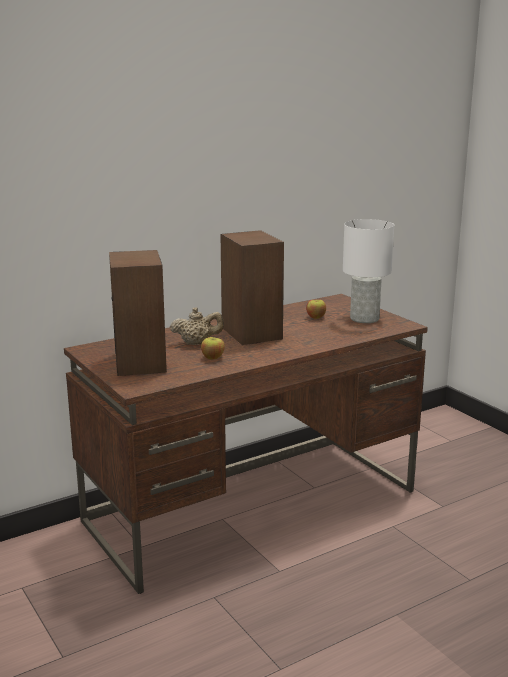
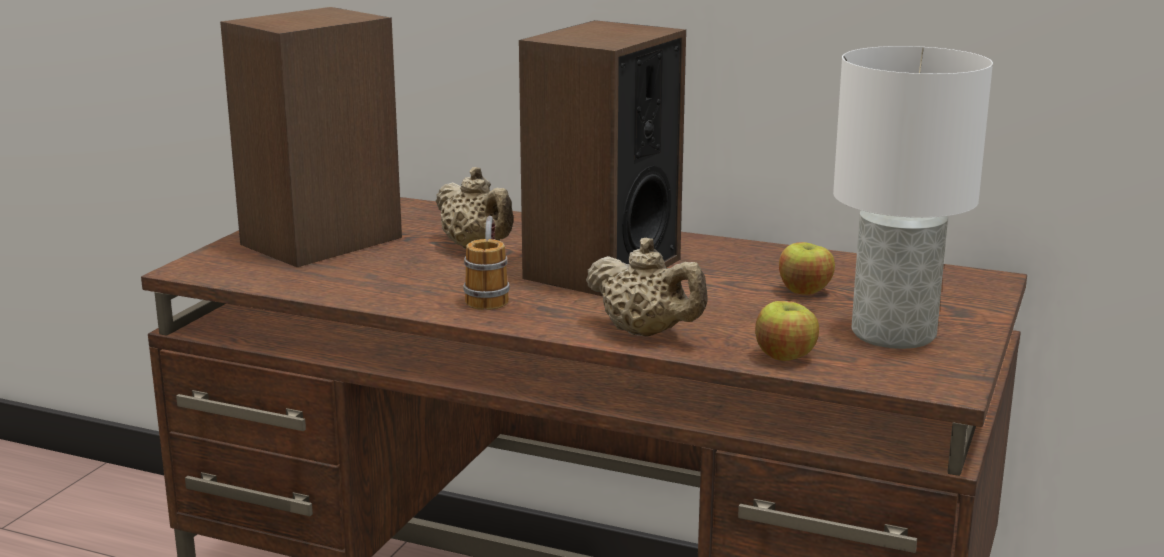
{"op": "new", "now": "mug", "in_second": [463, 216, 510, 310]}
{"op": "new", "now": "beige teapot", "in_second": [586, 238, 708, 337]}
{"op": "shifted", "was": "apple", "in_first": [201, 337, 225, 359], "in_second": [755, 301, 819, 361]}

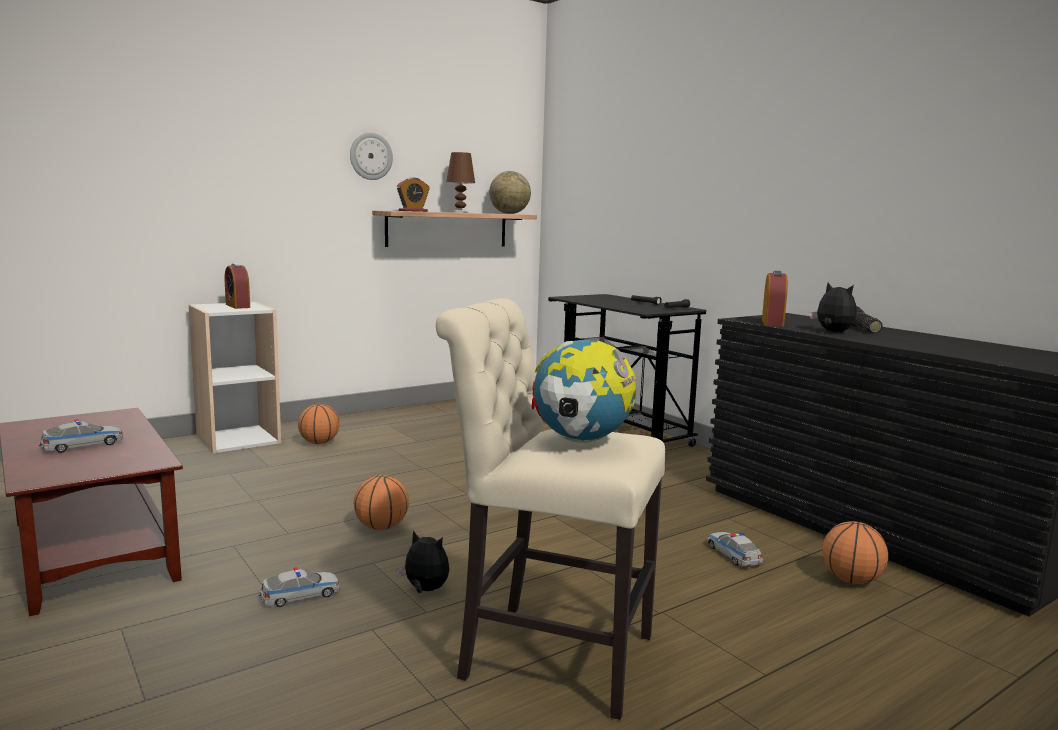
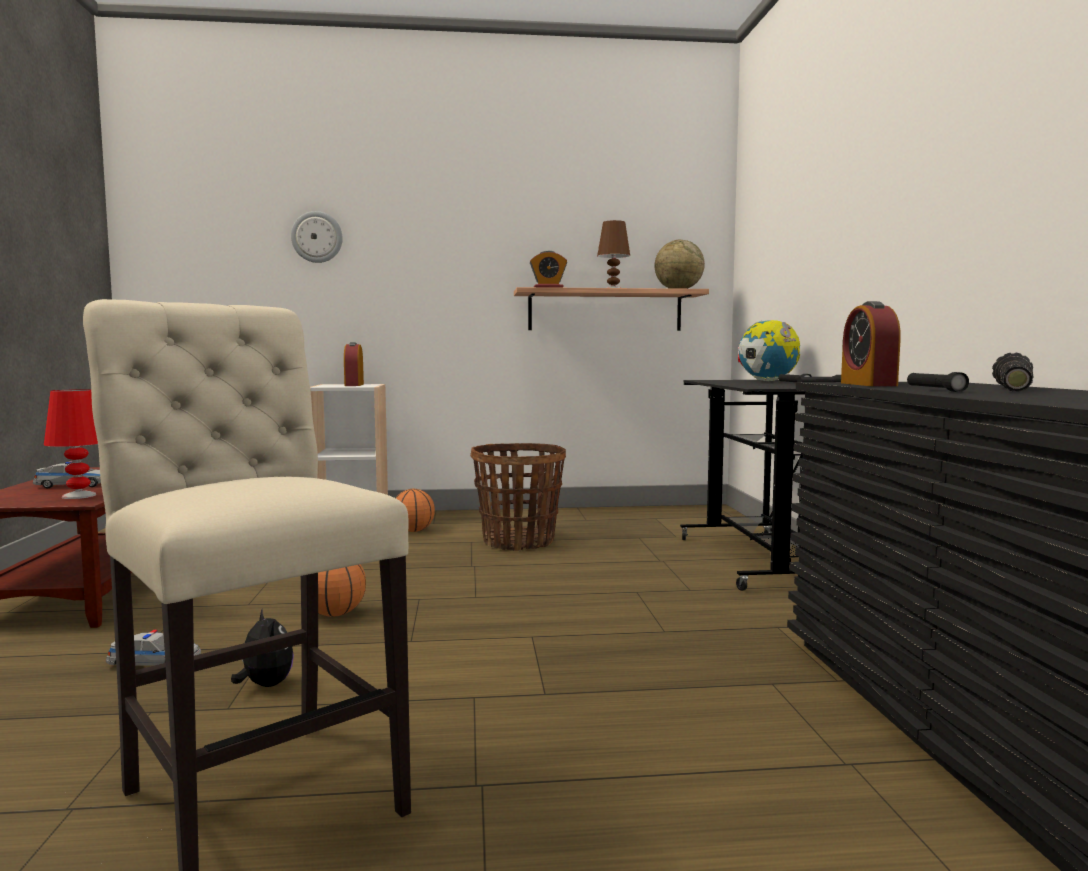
{"op": "new", "now": "red table lamp", "in_second": [44, 389, 98, 499]}
{"op": "shifted", "was": "wall clock", "in_first": [350, 132, 393, 180], "in_second": [291, 211, 343, 263]}
{"op": "new", "now": "basket", "in_second": [470, 443, 566, 551]}
{"op": "shifted", "was": "globe", "in_first": [532, 340, 636, 443], "in_second": [738, 320, 800, 381]}
{"op": "rotated", "was": "alarm clock", "in_first": [762, 271, 788, 326], "in_second": [841, 301, 901, 386], "clockwise": 135}
{"op": "swapped", "was": "plush toy", "now": "black flashlight", "in_first": [810, 283, 857, 332], "in_second": [907, 372, 969, 392]}
{"op": "gone", "was": "toy car", "in_first": [707, 532, 764, 567]}
{"op": "gone", "was": "basketball", "in_first": [822, 521, 888, 584]}

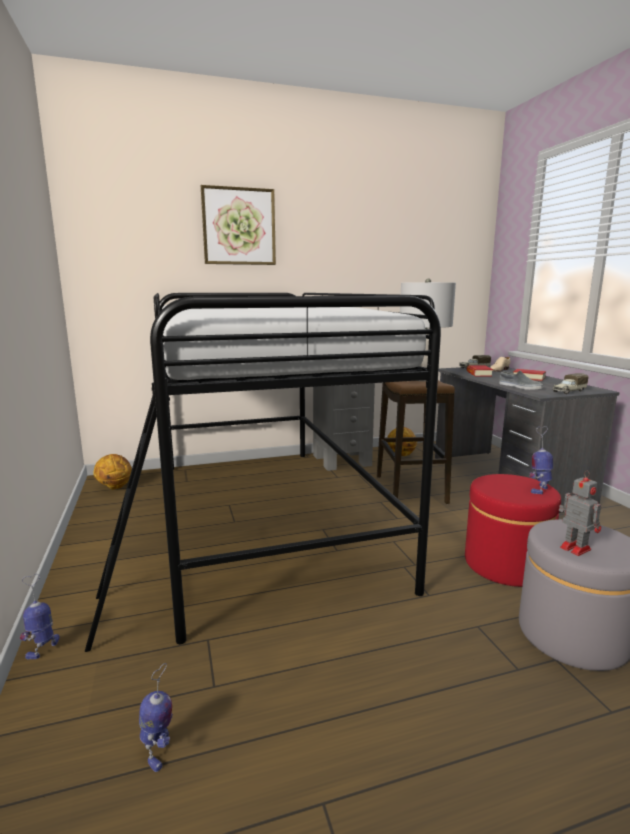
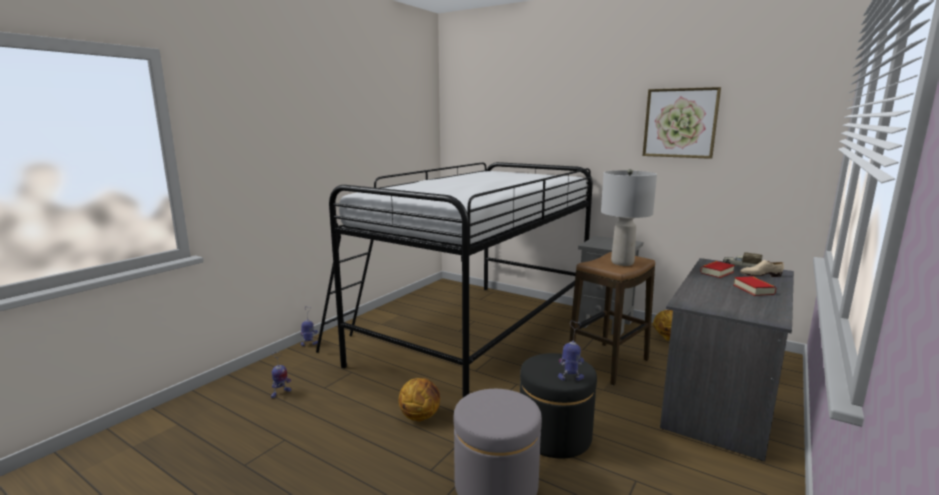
{"op": "shifted", "was": "basketball", "in_first": [93, 454, 132, 490], "in_second": [398, 378, 440, 421]}
{"op": "repainted", "was": "red ottoman", "now": "black ottoman", "in_first": [465, 474, 561, 587], "in_second": [520, 353, 597, 459]}
{"op": "shifted", "was": "picture", "in_first": [201, 185, 276, 265], "in_second": [643, 87, 721, 159]}
{"op": "gone", "was": "grey shoe", "in_first": [499, 371, 543, 390]}
{"op": "gone", "was": "toy truck", "in_first": [552, 373, 589, 394]}
{"op": "gone", "was": "toy robot", "in_first": [559, 470, 601, 556]}

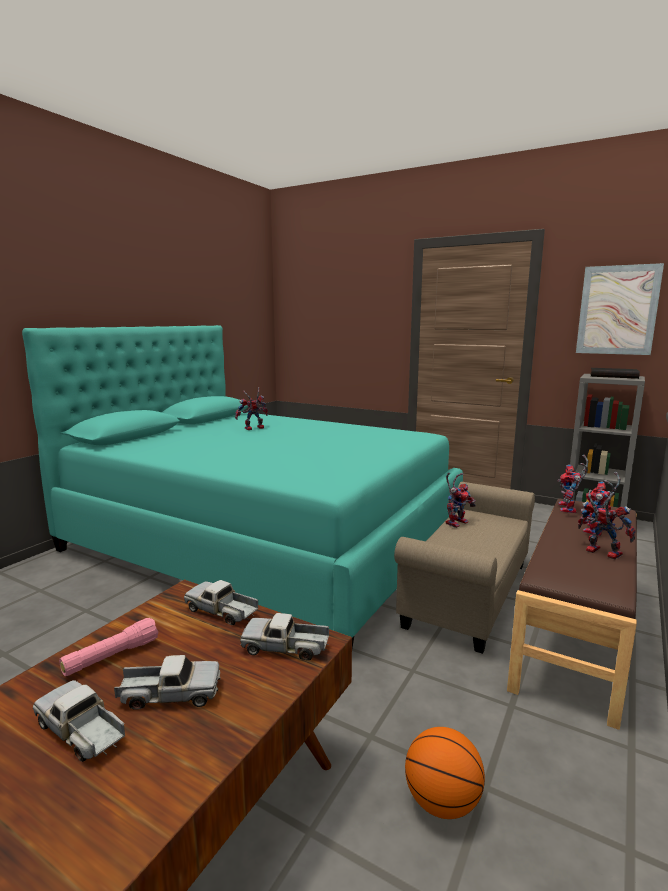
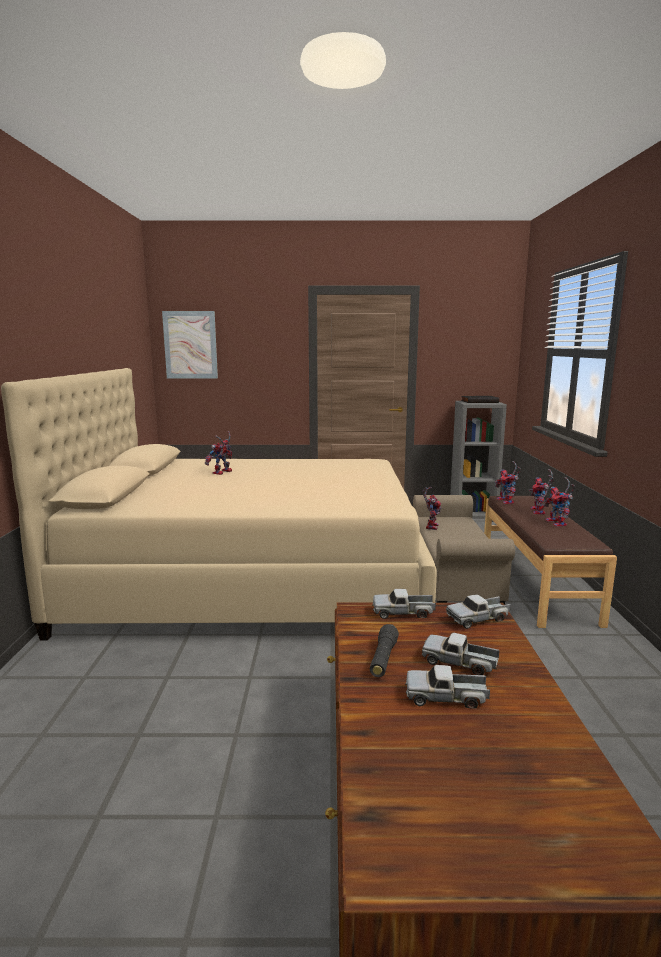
{"op": "repainted", "was": "turquoise bed", "now": "beige bed", "in_first": [22, 325, 463, 648], "in_second": [1, 368, 437, 640]}
{"op": "shifted", "was": "picture", "in_first": [576, 263, 664, 355], "in_second": [162, 311, 218, 378]}
{"op": "repainted", "was": "pink flashlight", "now": "black flashlight", "in_first": [59, 618, 158, 676], "in_second": [370, 624, 399, 677]}
{"op": "rotated", "was": "toy truck", "in_first": [114, 655, 220, 710], "in_second": [422, 633, 499, 675], "clockwise": -120}
{"op": "rotated", "was": "toy robot", "in_first": [578, 490, 635, 560], "in_second": [543, 477, 575, 527], "clockwise": -120}
{"op": "gone", "was": "basketball", "in_first": [405, 727, 485, 819]}

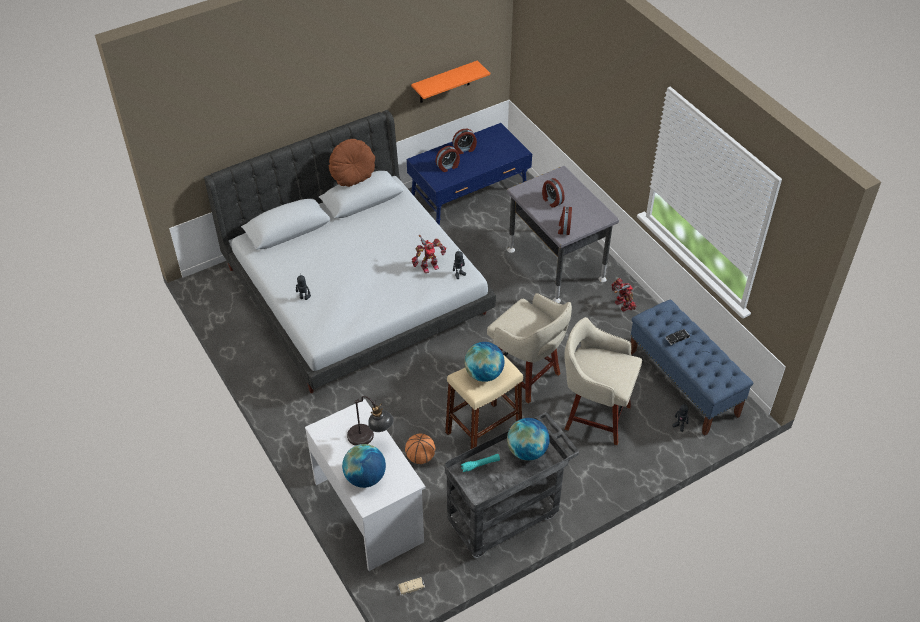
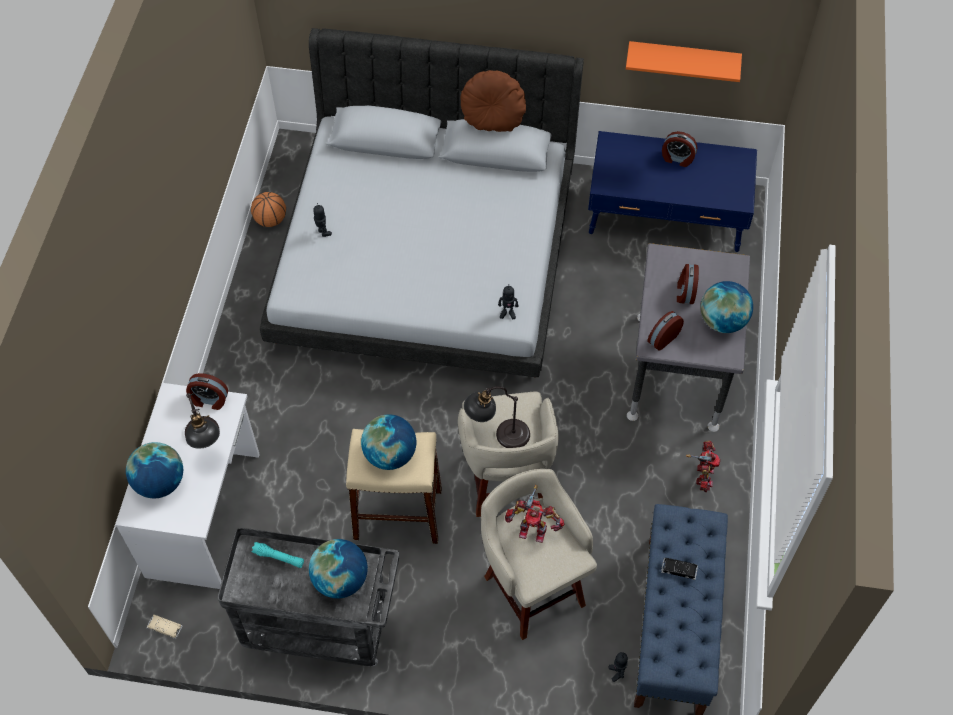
{"op": "shifted", "was": "alarm clock", "in_first": [436, 146, 460, 172], "in_second": [186, 373, 228, 410]}
{"op": "shifted", "was": "basketball", "in_first": [405, 433, 436, 464], "in_second": [251, 192, 286, 227]}
{"op": "new", "now": "grey table lamp", "in_second": [464, 386, 530, 448]}
{"op": "shifted", "was": "toy robot", "in_first": [412, 235, 446, 273], "in_second": [505, 485, 564, 543]}
{"op": "new", "now": "globe", "in_second": [700, 281, 753, 333]}

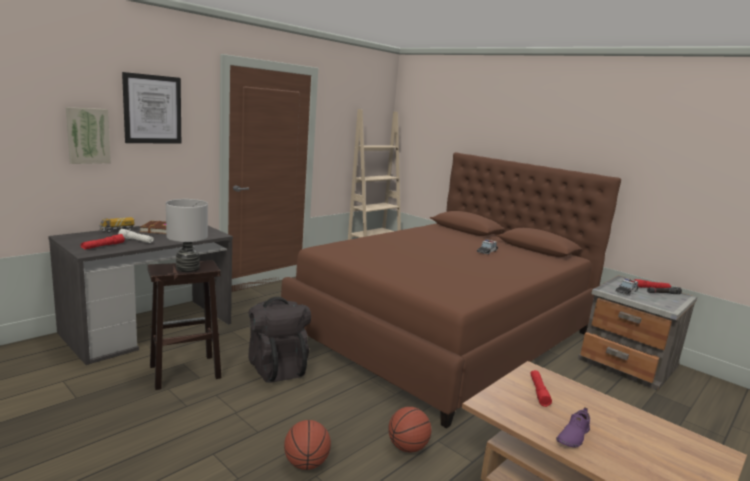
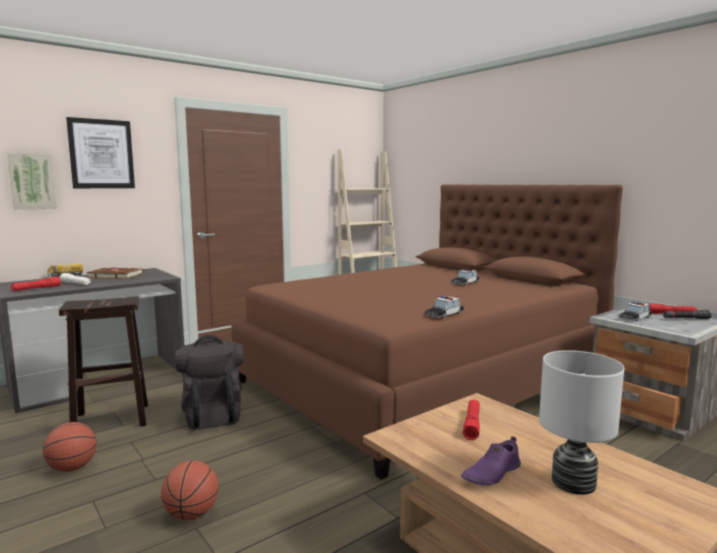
{"op": "shifted", "was": "basketball", "in_first": [388, 407, 432, 453], "in_second": [43, 422, 97, 472]}
{"op": "new", "now": "toy car", "in_second": [425, 296, 464, 318]}
{"op": "shifted", "was": "grey table lamp", "in_first": [166, 199, 208, 272], "in_second": [539, 350, 624, 495]}

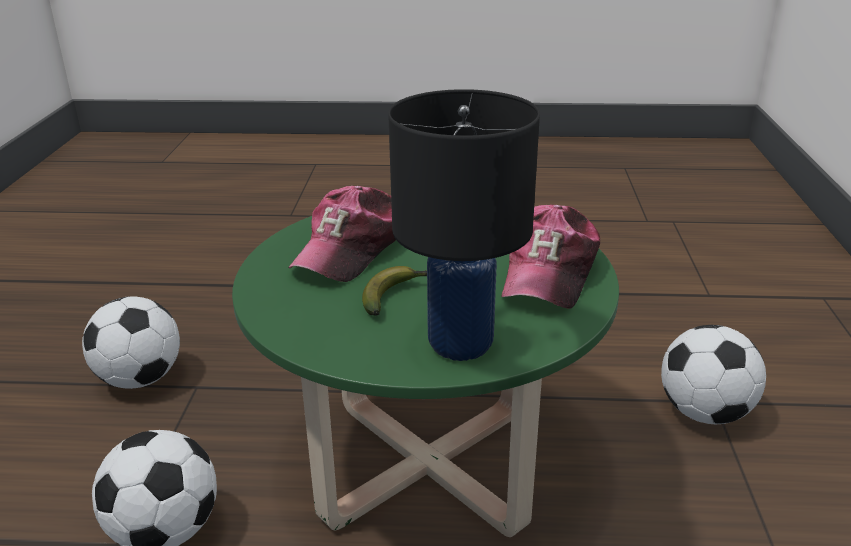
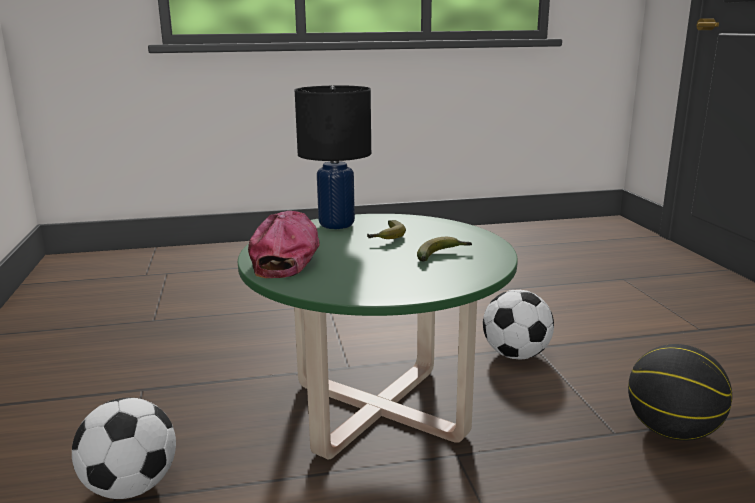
{"op": "swapped", "was": "cap", "now": "banana", "in_first": [288, 186, 396, 282], "in_second": [417, 237, 472, 261]}
{"op": "swapped", "was": "football", "now": "basketball", "in_first": [82, 296, 180, 389], "in_second": [628, 344, 732, 441]}

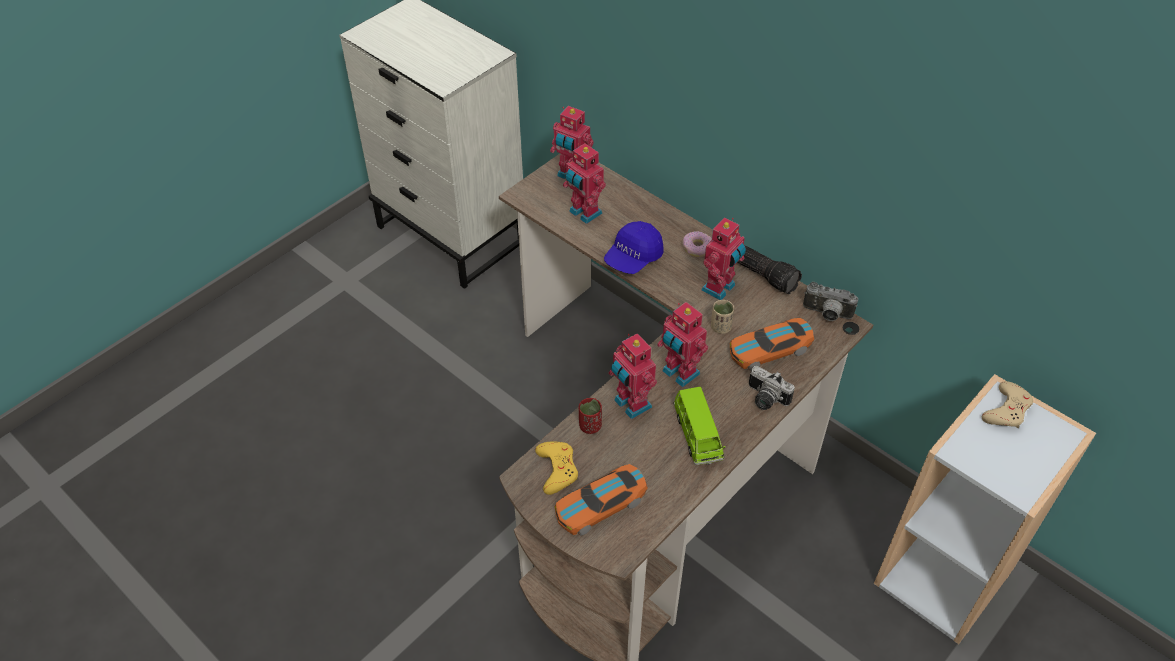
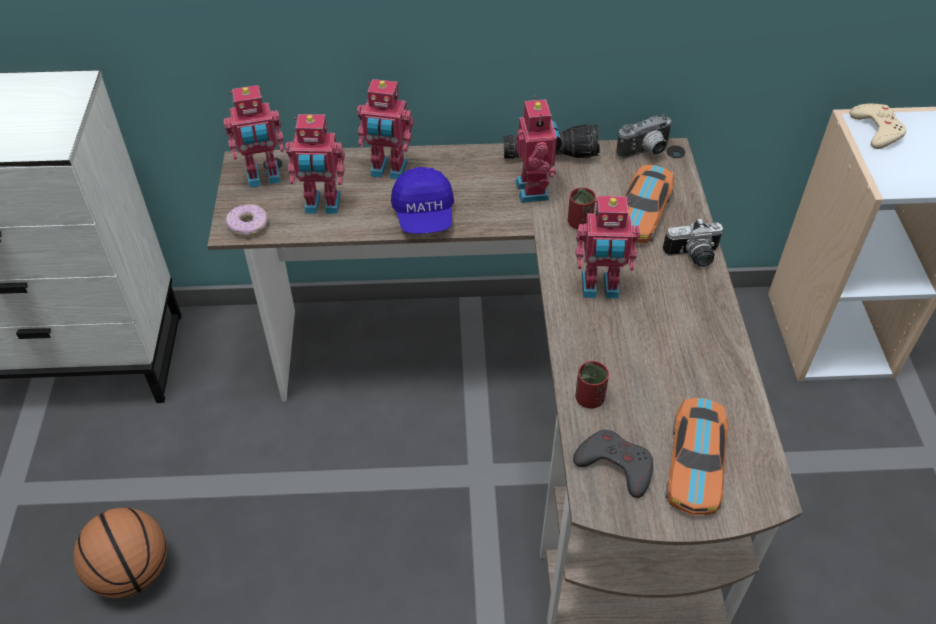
{"op": "new", "now": "basketball", "in_second": [73, 507, 167, 598]}
{"op": "shifted", "was": "donut", "in_first": [683, 231, 712, 257], "in_second": [226, 204, 268, 236]}
{"op": "shifted", "was": "toy robot", "in_first": [609, 333, 657, 419], "in_second": [357, 79, 413, 180]}
{"op": "repainted", "was": "beige cup", "now": "red cup", "in_first": [711, 300, 734, 334], "in_second": [568, 187, 596, 229]}
{"op": "repainted", "was": "yellow game controller", "now": "grey game controller", "in_first": [535, 442, 578, 495], "in_second": [573, 430, 653, 498]}
{"op": "gone", "was": "green toy car", "in_first": [674, 387, 726, 465]}

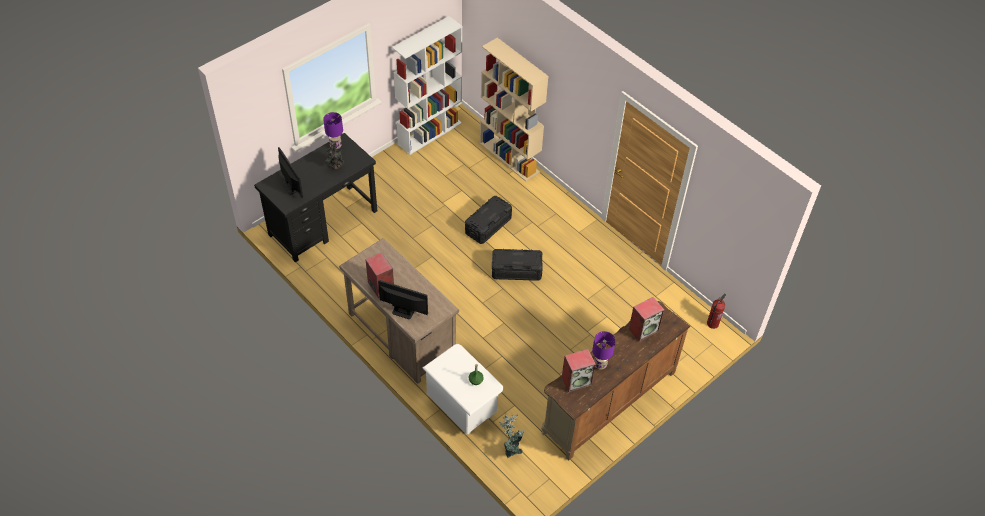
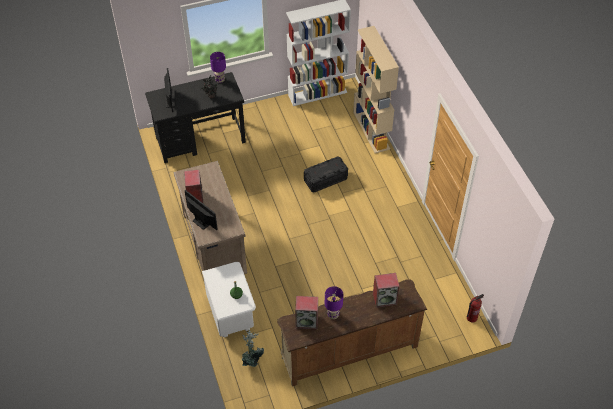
{"op": "gone", "was": "black storage box", "in_first": [492, 248, 543, 281]}

